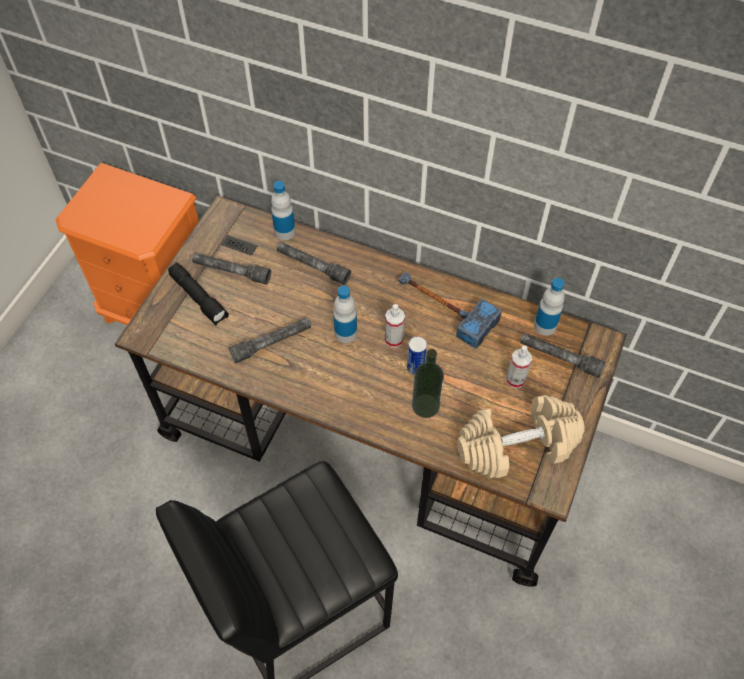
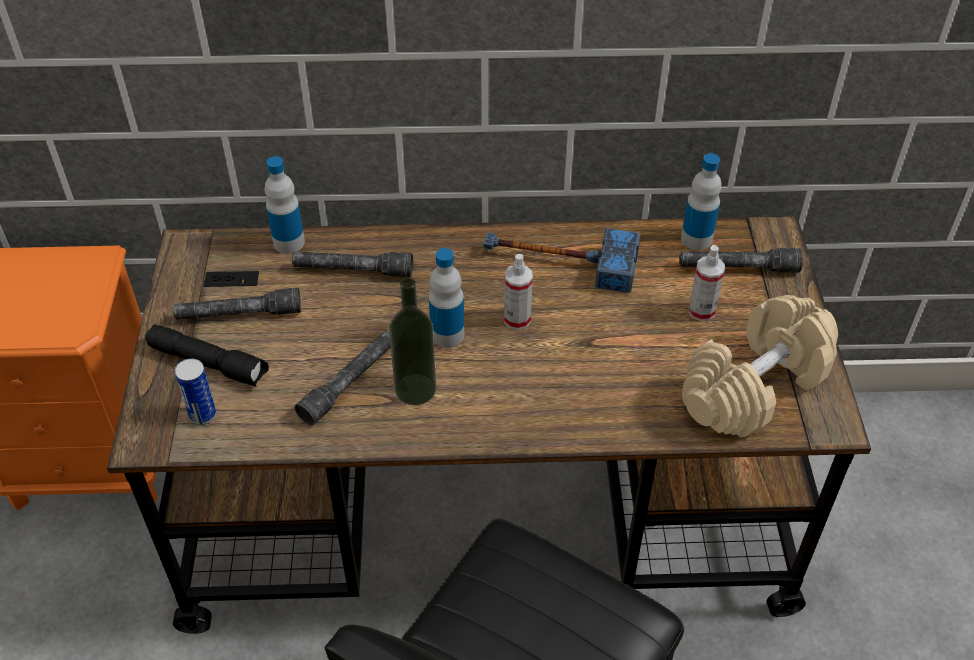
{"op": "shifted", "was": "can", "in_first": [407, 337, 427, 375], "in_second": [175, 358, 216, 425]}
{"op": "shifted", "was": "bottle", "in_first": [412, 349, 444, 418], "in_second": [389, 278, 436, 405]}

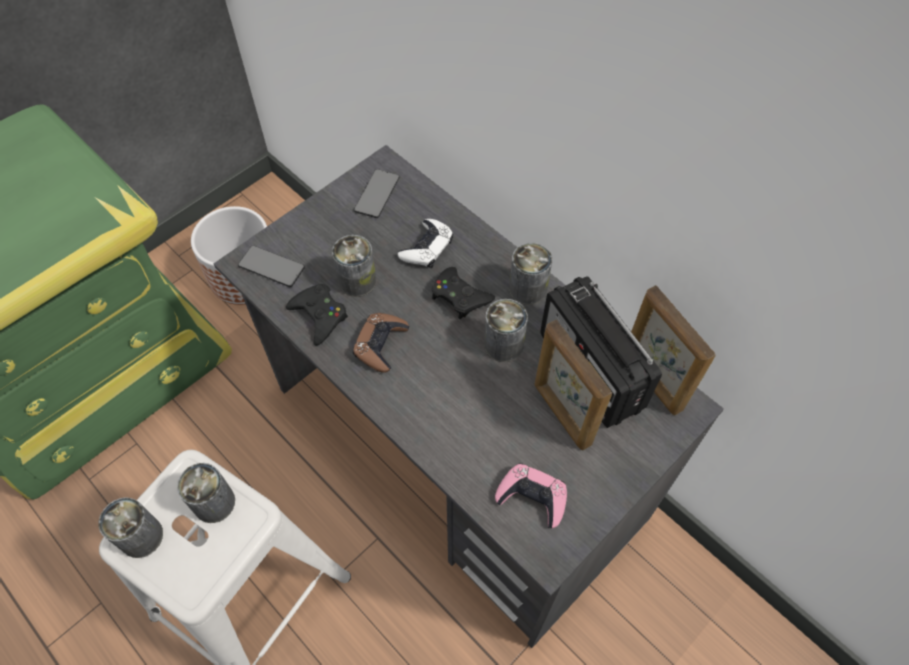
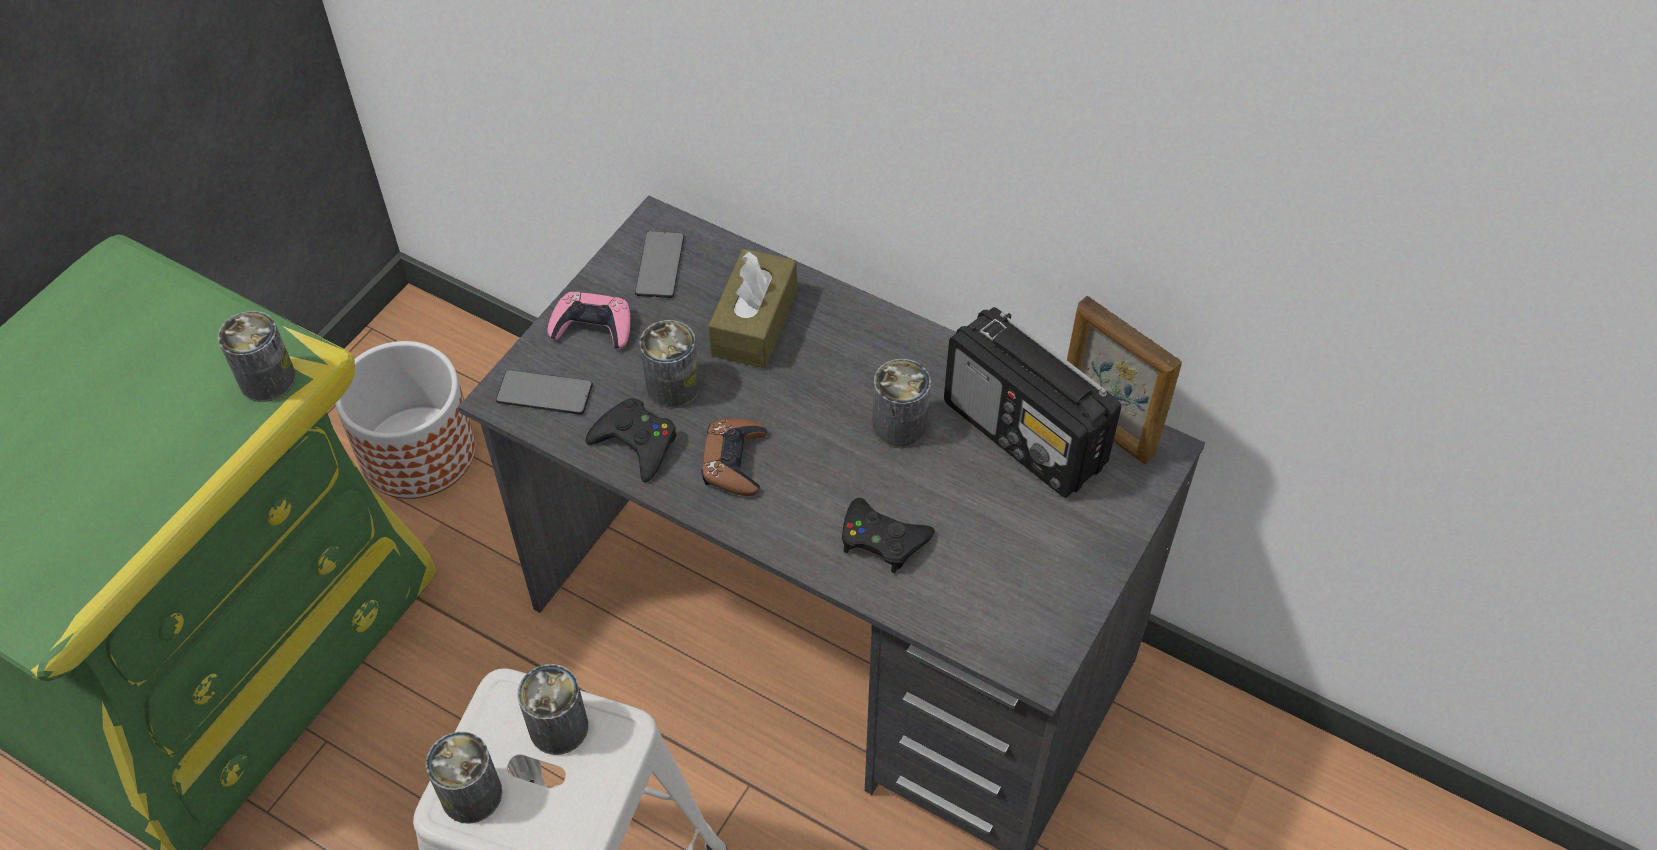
{"op": "shifted", "was": "can", "in_first": [509, 243, 552, 305], "in_second": [218, 311, 296, 402]}
{"op": "shifted", "was": "pink game controller", "in_first": [495, 463, 567, 528], "in_second": [547, 292, 630, 350]}
{"op": "swapped", "was": "white game controller", "now": "brown tissue box", "in_first": [398, 219, 453, 268], "in_second": [708, 248, 797, 368]}
{"op": "shifted", "was": "black game controller", "in_first": [432, 267, 495, 319], "in_second": [842, 498, 935, 573]}
{"op": "gone", "was": "picture frame", "in_first": [534, 319, 612, 450]}

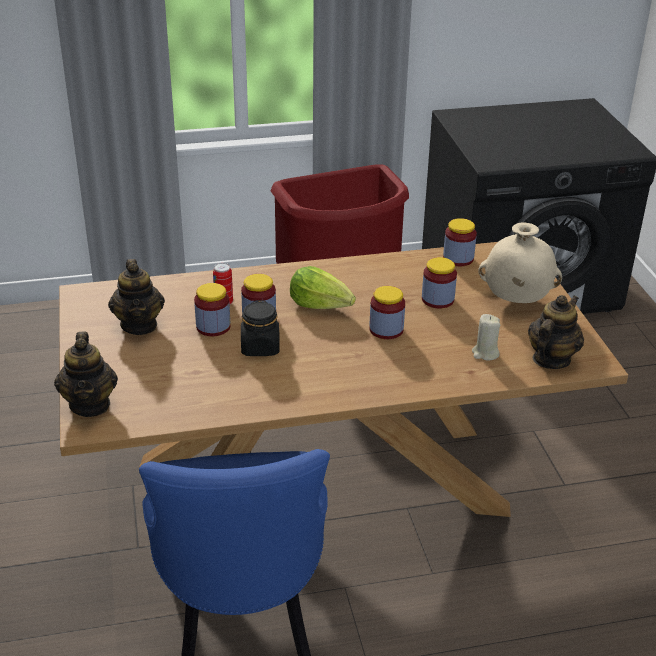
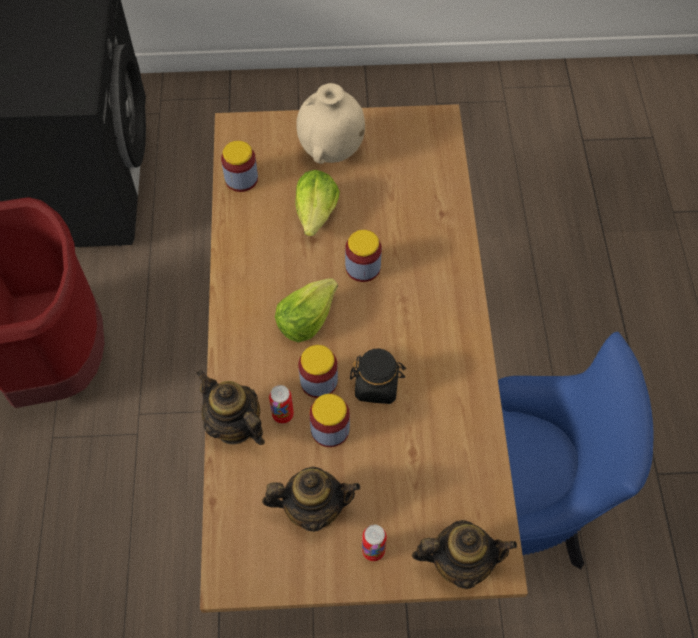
{"op": "shifted", "was": "teapot", "in_first": [528, 295, 584, 369], "in_second": [196, 370, 265, 445]}
{"op": "swapped", "was": "jar", "now": "lettuce", "in_first": [422, 257, 457, 309], "in_second": [295, 170, 340, 236]}
{"op": "new", "now": "can", "in_second": [362, 525, 387, 561]}
{"op": "gone", "was": "beige candle", "in_first": [472, 314, 500, 360]}

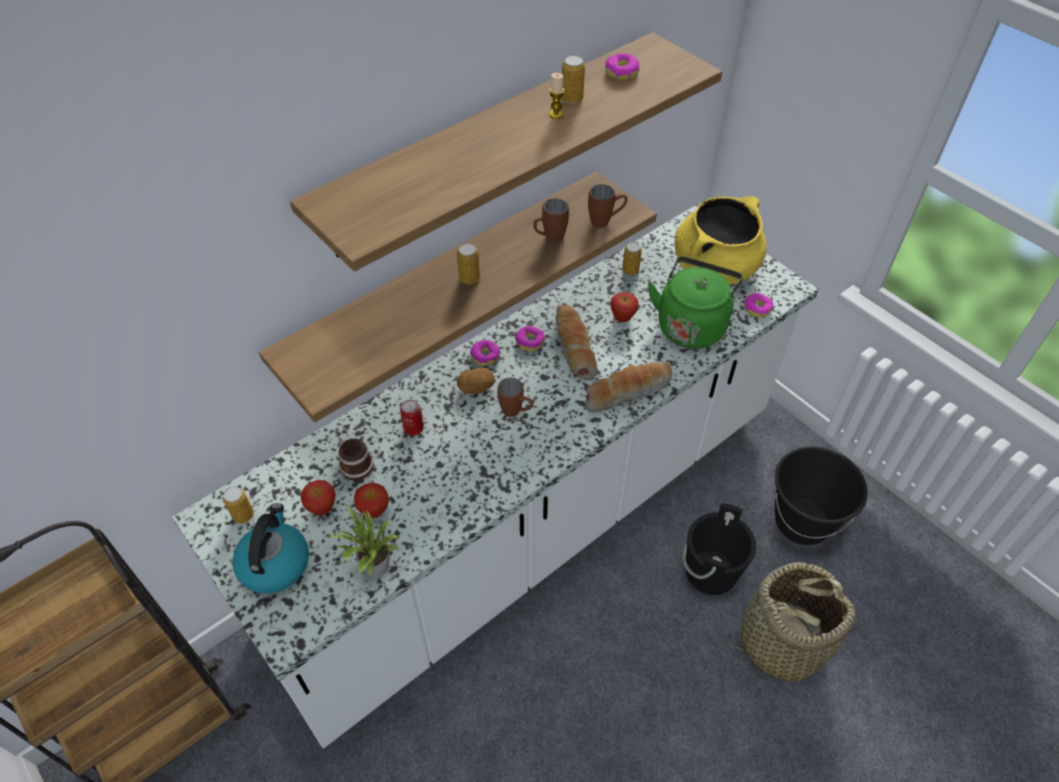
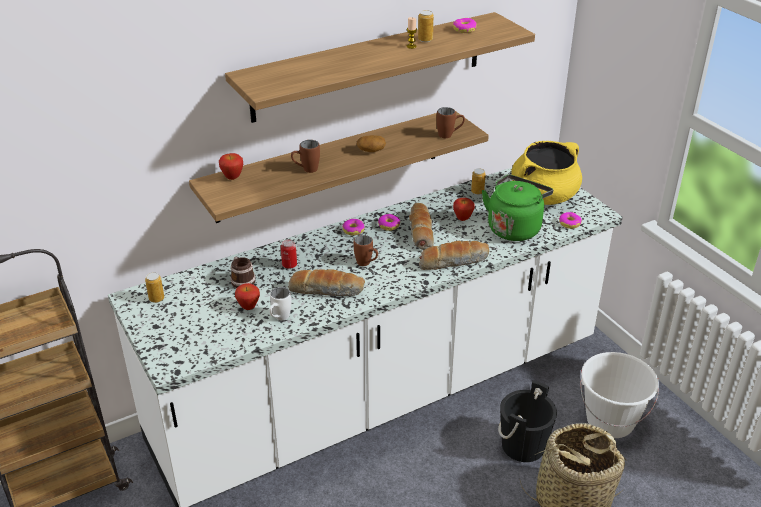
{"op": "shifted", "was": "apple", "in_first": [301, 480, 336, 516], "in_second": [219, 153, 243, 180]}
{"op": "new", "now": "white mug", "in_second": [269, 287, 291, 320]}
{"op": "new", "now": "bread", "in_second": [288, 269, 365, 296]}
{"op": "shifted", "was": "brown mug", "in_first": [533, 198, 569, 242], "in_second": [291, 140, 320, 173]}
{"op": "shifted", "was": "potato", "in_first": [457, 368, 494, 394], "in_second": [357, 135, 386, 152]}
{"op": "repainted", "was": "black bucket", "now": "white bucket", "in_first": [775, 446, 868, 545], "in_second": [580, 352, 659, 438]}
{"op": "gone", "was": "kettle", "in_first": [233, 503, 309, 593]}
{"op": "gone", "was": "potted plant", "in_first": [329, 504, 400, 577]}
{"op": "gone", "was": "can", "in_first": [457, 244, 480, 284]}

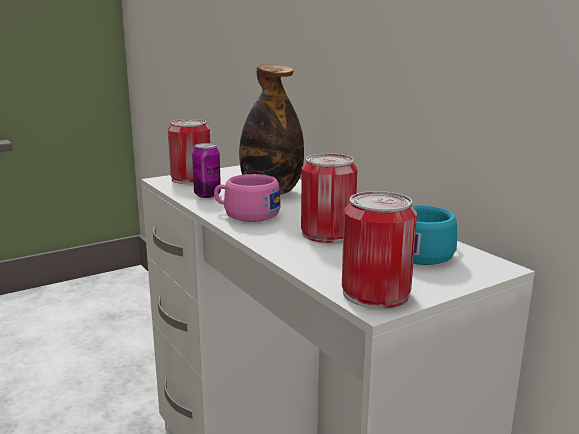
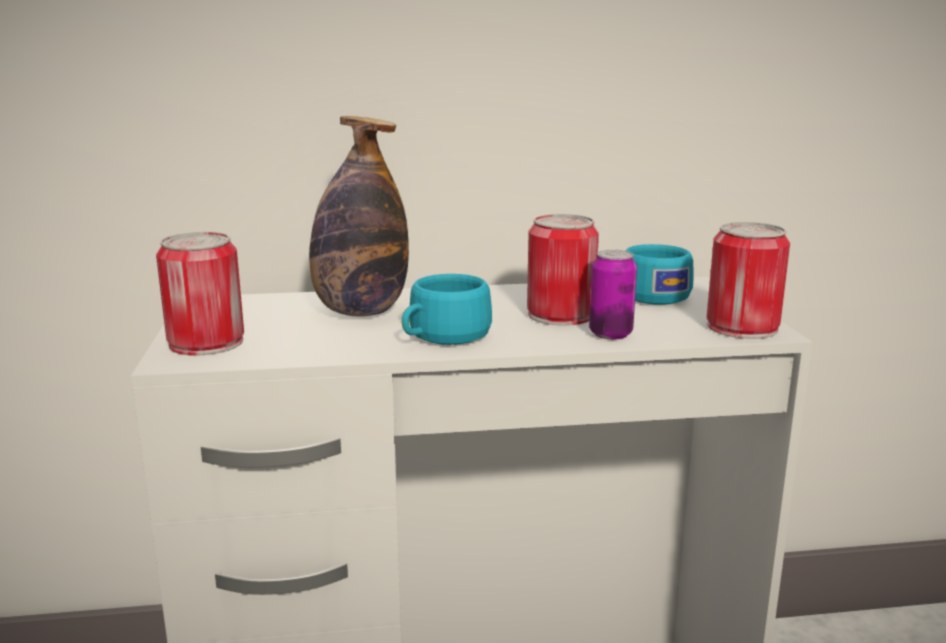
{"op": "repainted", "was": "pink cup", "now": "turquoise cup", "in_first": [214, 174, 281, 222], "in_second": [402, 274, 492, 345]}
{"op": "shifted", "was": "can", "in_first": [192, 143, 221, 198], "in_second": [589, 250, 637, 340]}

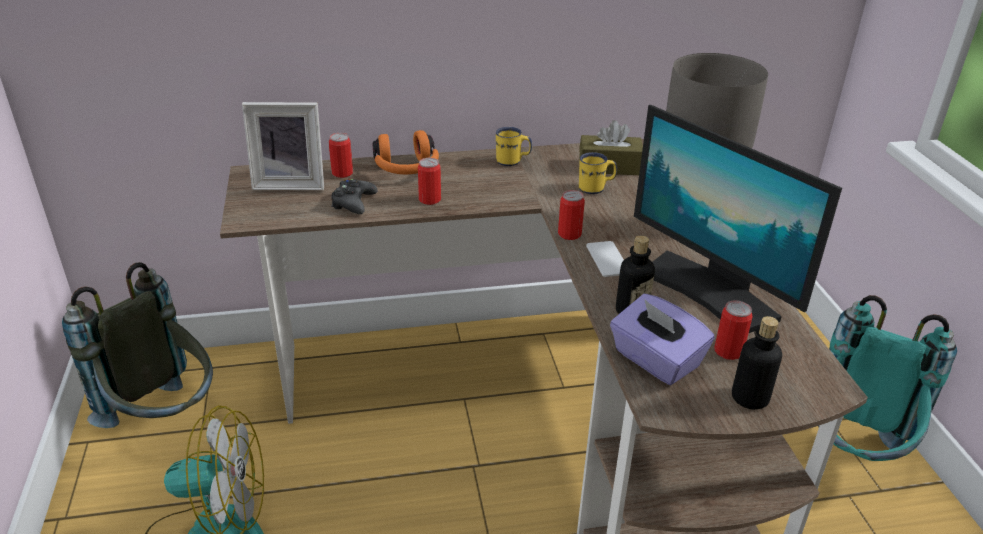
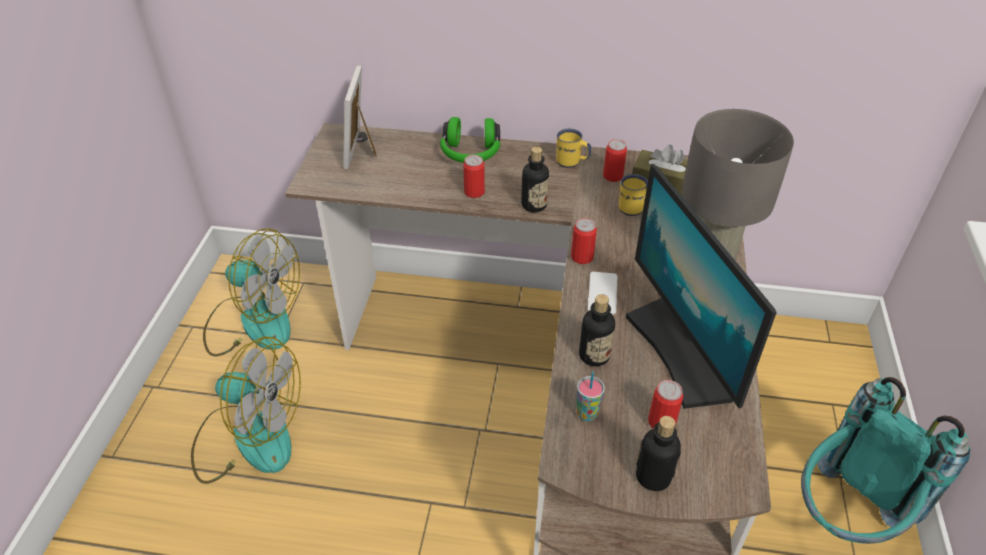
{"op": "swapped", "was": "grey backpack", "now": "fan", "in_first": [62, 262, 213, 428], "in_second": [203, 228, 300, 356]}
{"op": "rotated", "was": "picture frame", "in_first": [242, 102, 324, 190], "in_second": [343, 65, 377, 170], "clockwise": 75}
{"op": "repainted", "was": "orange headphones", "now": "green headphones", "in_first": [373, 130, 439, 175], "in_second": [440, 117, 500, 163]}
{"op": "new", "now": "bottle", "in_second": [521, 147, 549, 212]}
{"op": "swapped", "was": "purple tissue box", "now": "cup", "in_first": [610, 294, 715, 385], "in_second": [576, 372, 605, 421]}
{"op": "shifted", "was": "can", "in_first": [329, 133, 353, 178], "in_second": [603, 139, 627, 182]}
{"op": "gone", "was": "black game controller", "in_first": [331, 179, 378, 214]}

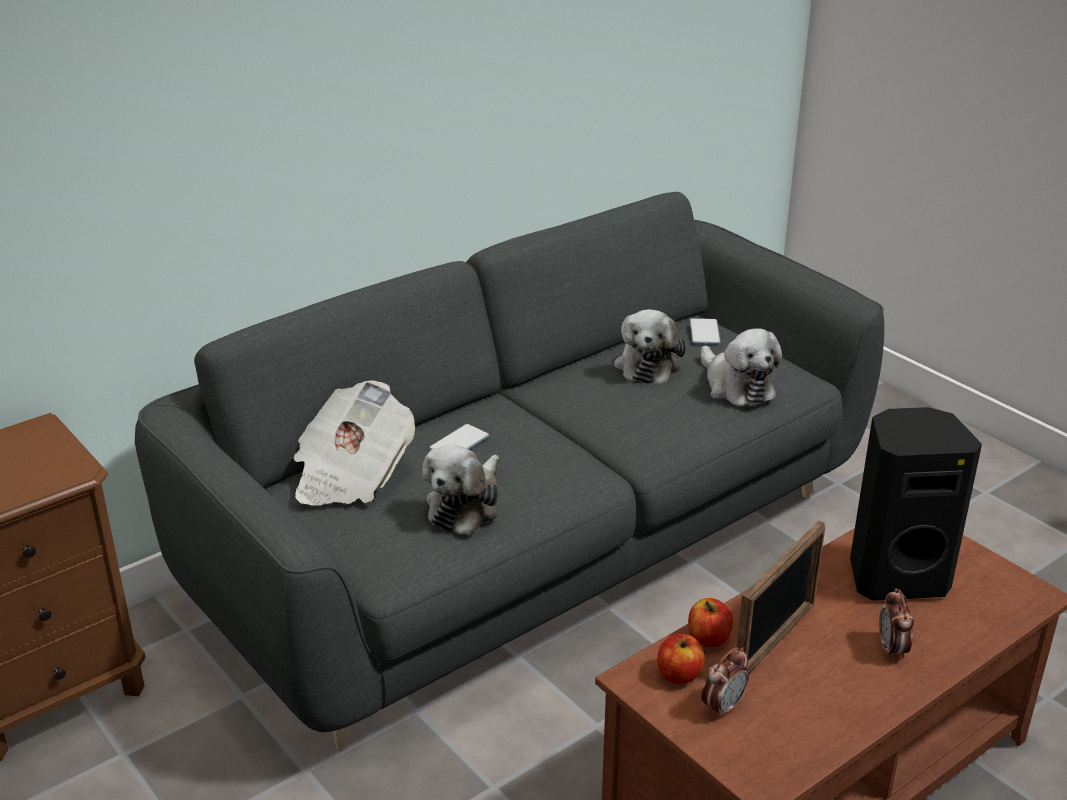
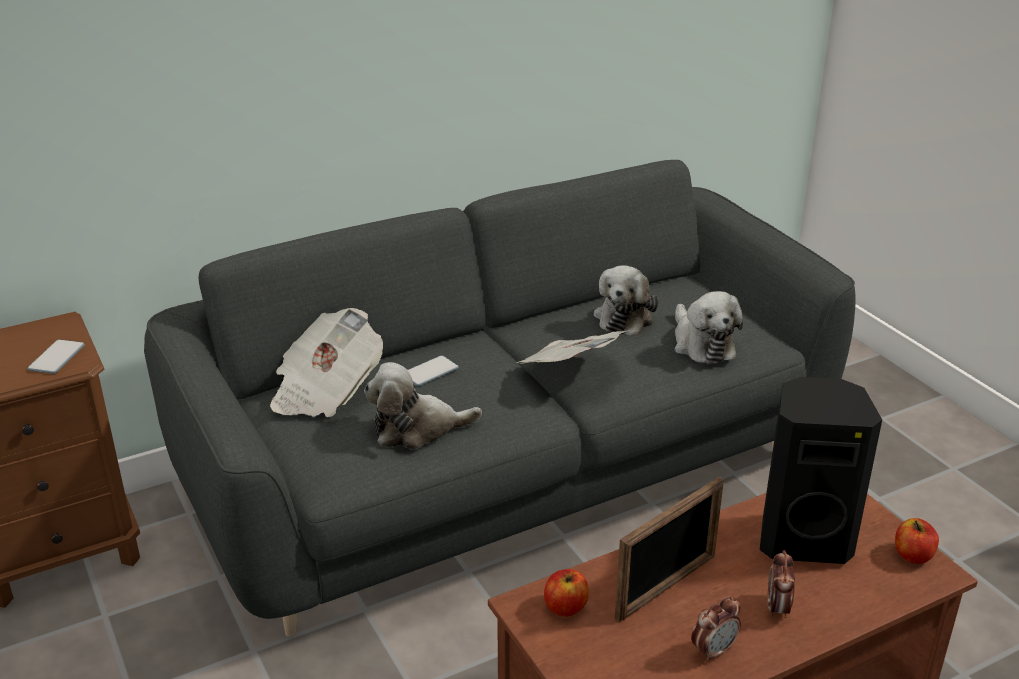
{"op": "shifted", "was": "phone", "in_first": [690, 318, 720, 344], "in_second": [28, 339, 85, 374]}
{"op": "rotated", "was": "plush toy", "in_first": [422, 445, 499, 535], "in_second": [364, 362, 482, 449], "clockwise": 45}
{"op": "new", "now": "newspaper", "in_second": [516, 331, 627, 364]}
{"op": "shifted", "was": "alarm clock", "in_first": [701, 647, 749, 720], "in_second": [691, 596, 741, 662]}
{"op": "shifted", "was": "apple", "in_first": [688, 598, 733, 647], "in_second": [895, 518, 939, 564]}

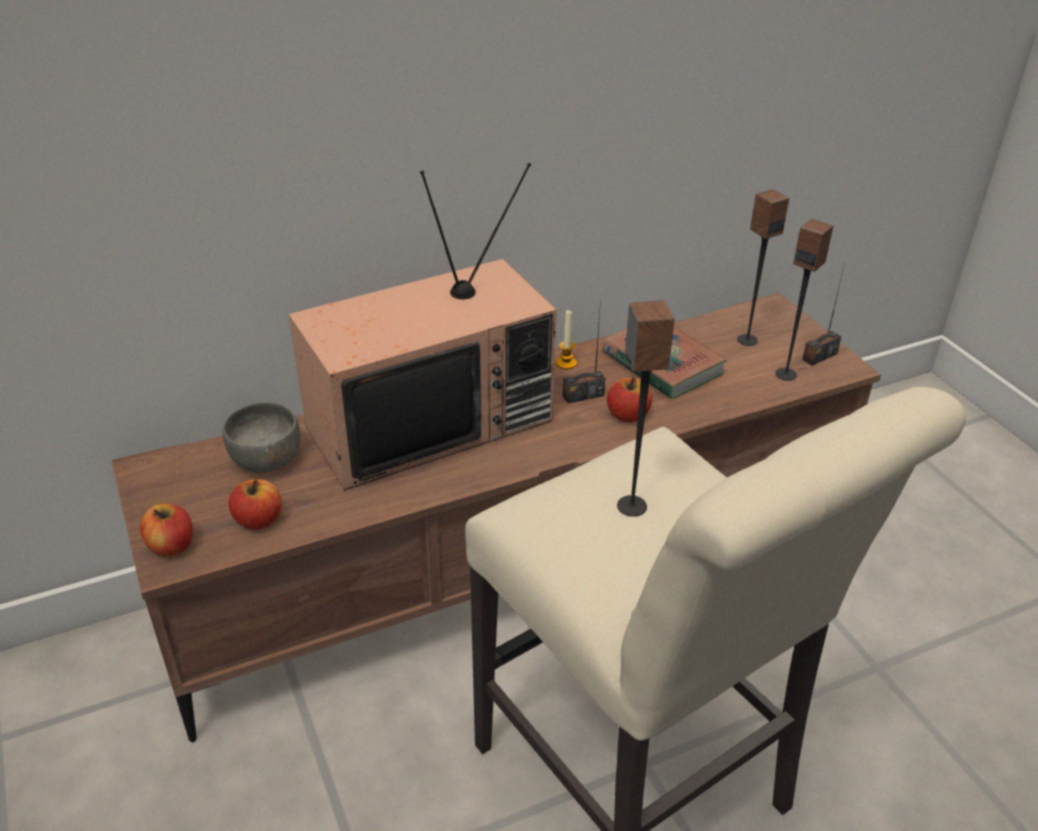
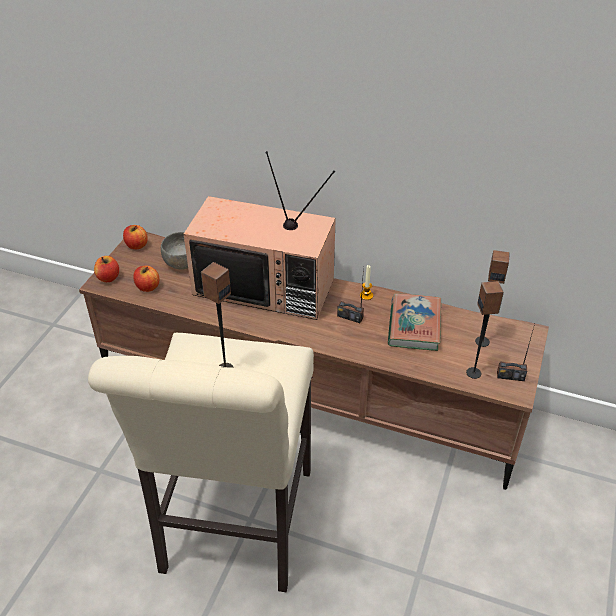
{"op": "shifted", "was": "apple", "in_first": [607, 377, 652, 422], "in_second": [123, 225, 148, 249]}

